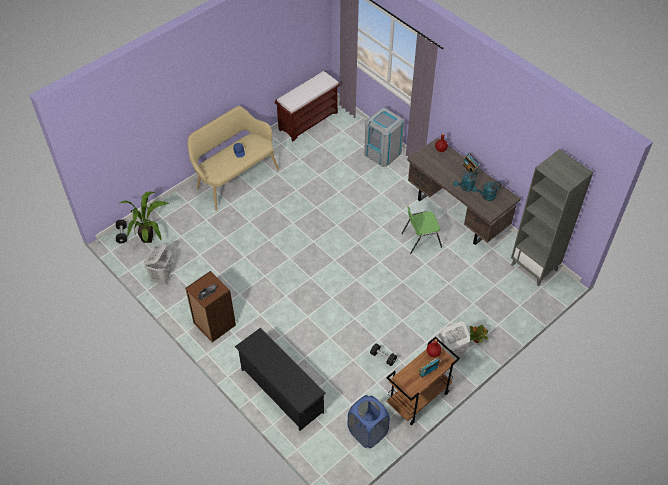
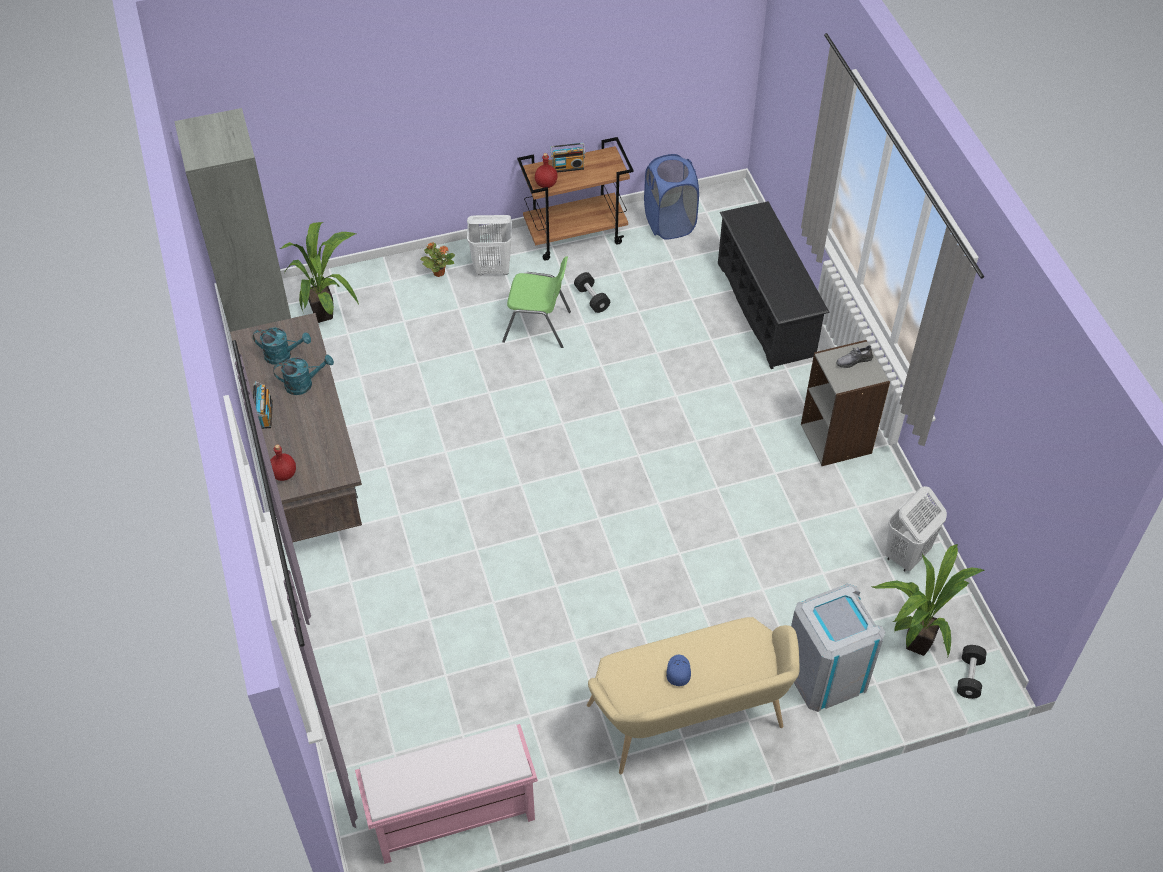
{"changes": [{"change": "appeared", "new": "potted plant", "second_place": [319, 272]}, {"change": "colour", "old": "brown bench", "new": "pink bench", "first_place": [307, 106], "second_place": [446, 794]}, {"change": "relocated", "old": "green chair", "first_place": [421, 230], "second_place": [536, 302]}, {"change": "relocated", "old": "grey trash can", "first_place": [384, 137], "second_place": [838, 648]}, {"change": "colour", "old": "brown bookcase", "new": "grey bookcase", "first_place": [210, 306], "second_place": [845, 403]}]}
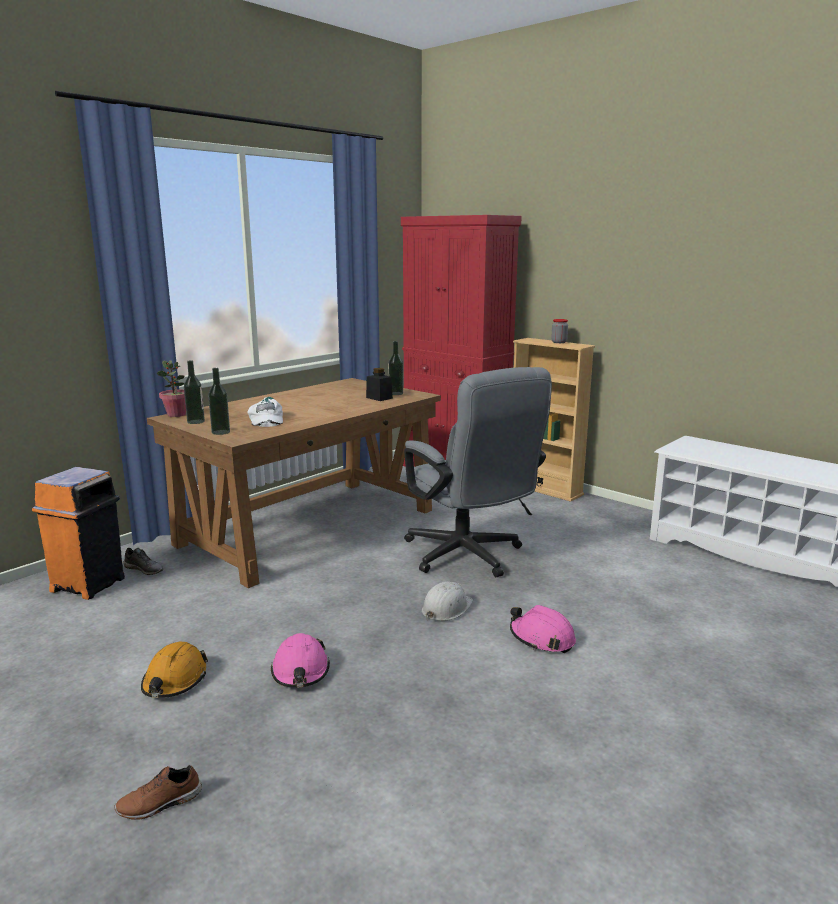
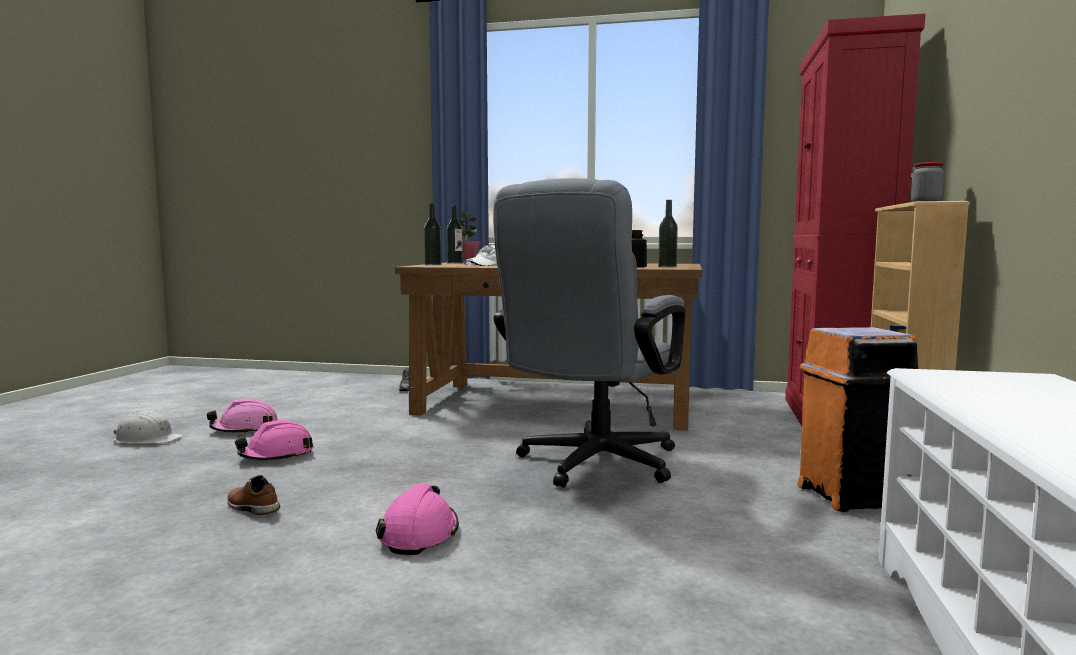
{"changes": [{"change": "relocated", "old": "white hard hat", "first_place": [447, 601], "second_place": [148, 427]}, {"change": "colour", "old": "orange hard hat", "new": "pink hard hat", "first_place": [174, 670], "second_place": [242, 416]}, {"change": "relocated", "old": "brown shoe", "first_place": [158, 792], "second_place": [253, 495]}, {"change": "relocated", "old": "orange trash can", "first_place": [78, 533], "second_place": [857, 419]}]}
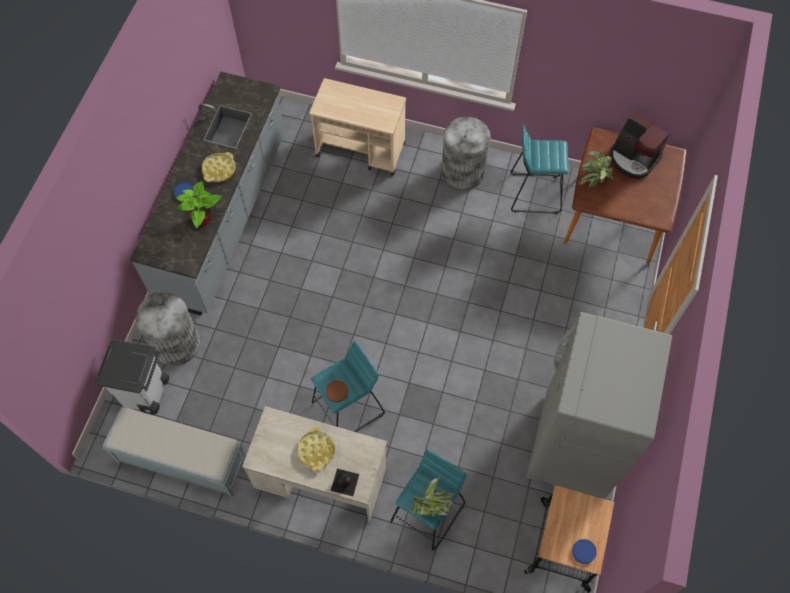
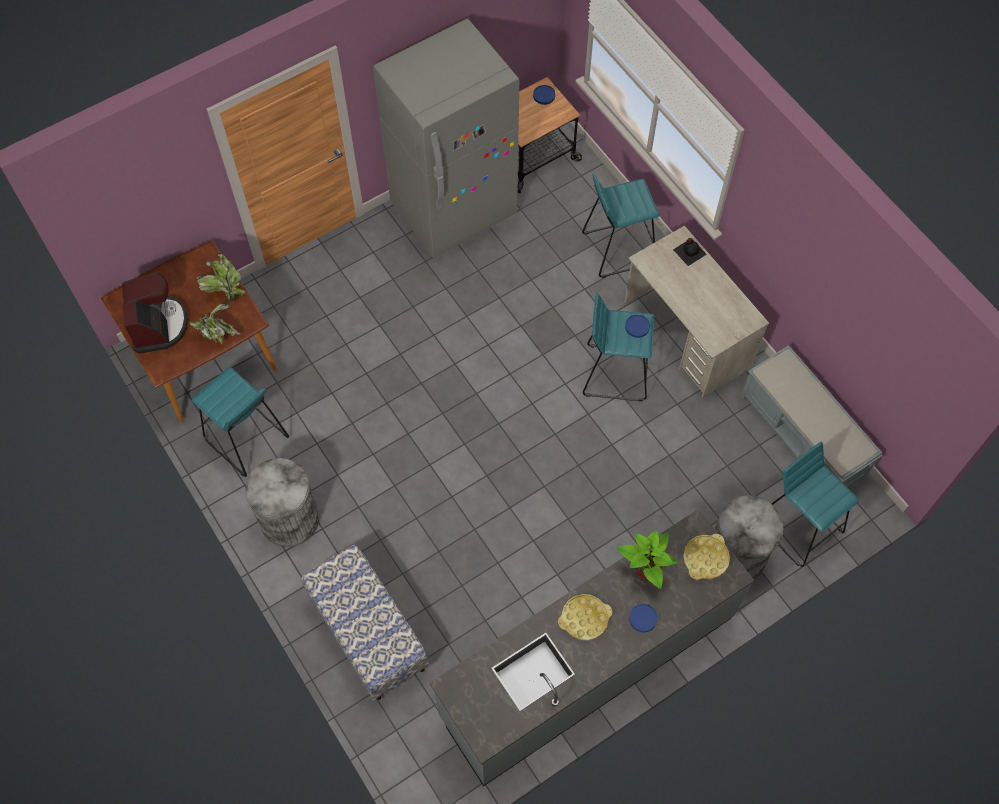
{"changes": [{"change": "relocated", "old": "potted plant", "first_place": [434, 497], "second_place": [221, 278]}, {"change": "exchanged", "old": "beige cart", "new": "bench", "first_place": [357, 126], "second_place": [365, 622]}, {"change": "colour", "old": "brown plate", "new": "blue plate", "first_place": [337, 391], "second_place": [637, 326]}, {"change": "relocated", "old": "yellow tray", "first_place": [316, 449], "second_place": [706, 557]}, {"change": "exchanged", "old": "grey trash can", "new": "turquoise stool", "first_place": [132, 377], "second_place": [815, 504]}]}
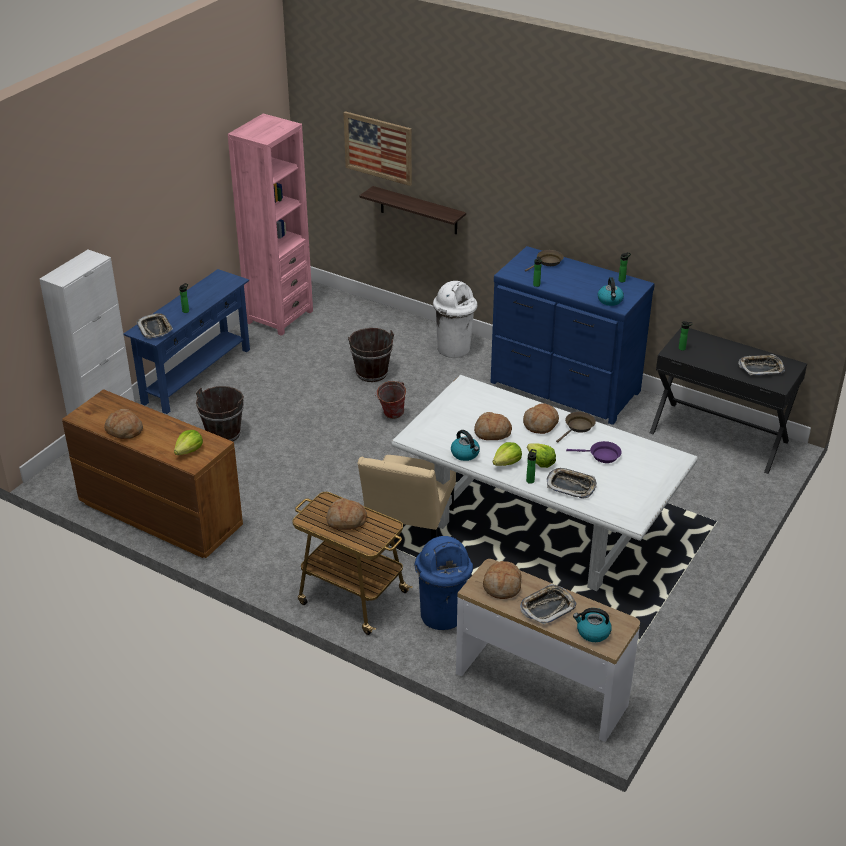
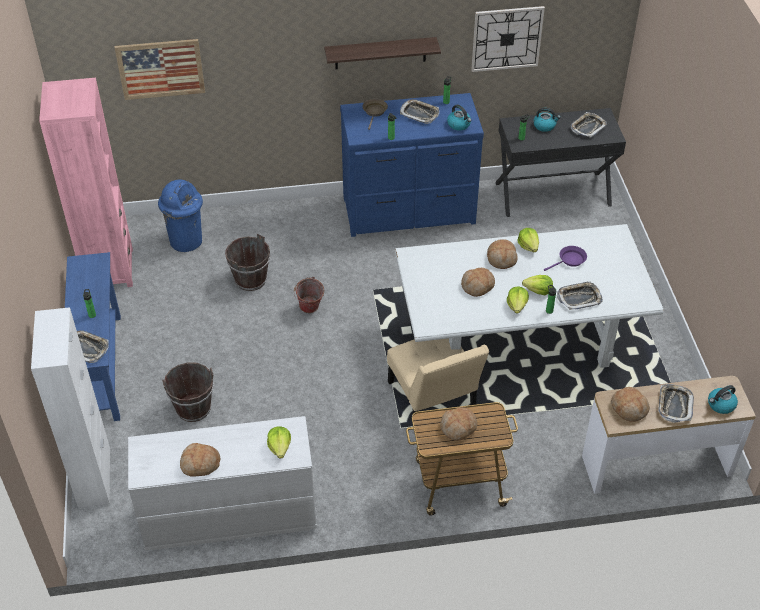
{"changes": [{"change": "colour", "old": "brown dresser", "new": "white dresser", "first_place": [152, 473], "second_place": [222, 483]}, {"change": "relocated", "old": "blue trash can", "first_place": [444, 583], "second_place": [180, 215]}, {"change": "relocated", "old": "shelf", "first_place": [412, 210], "second_place": [382, 53]}, {"change": "appeared", "new": "tray", "second_place": [420, 111]}, {"change": "appeared", "new": "wall clock", "second_place": [508, 39]}, {"change": "exchanged", "old": "brown frying pan", "new": "lettuce", "first_place": [576, 427], "second_place": [528, 240]}, {"change": "relocated", "old": "kettle", "first_place": [465, 445], "second_place": [547, 120]}, {"change": "missing", "old": "white trash can", "first_place": [455, 319]}]}
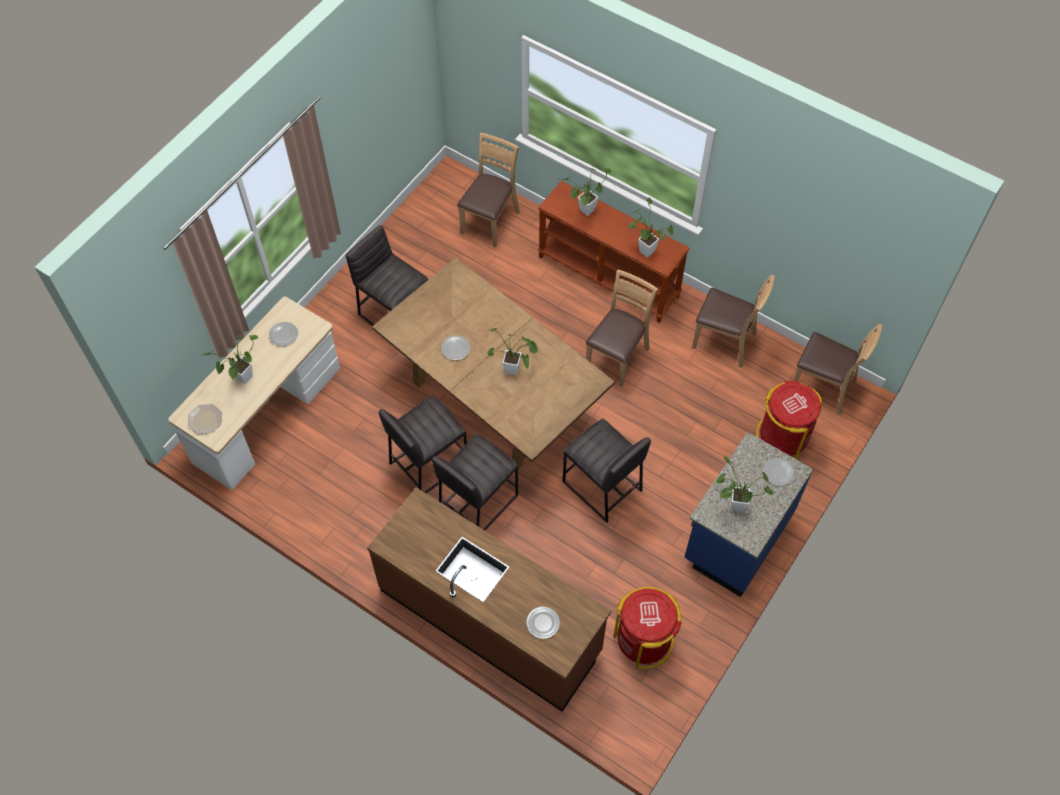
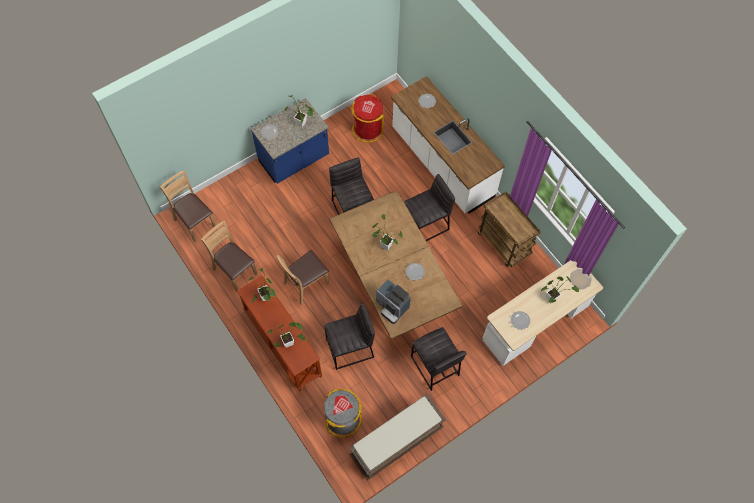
{"changes": [{"change": "relocated", "old": "grey stool", "first_place": [422, 444], "second_place": [349, 336]}, {"change": "exchanged", "old": "brown chair", "new": "grey trash can", "first_place": [488, 190], "second_place": [343, 413]}, {"change": "appeared", "new": "brown bench", "second_place": [397, 437]}, {"change": "appeared", "new": "coffee machine", "second_place": [393, 301]}, {"change": "colour", "old": "brown counter", "new": "white counter", "first_place": [489, 599], "second_place": [448, 145]}, {"change": "appeared", "new": "brown cart", "second_place": [509, 230]}, {"change": "missing", "old": "red trash can", "first_place": [789, 419]}]}
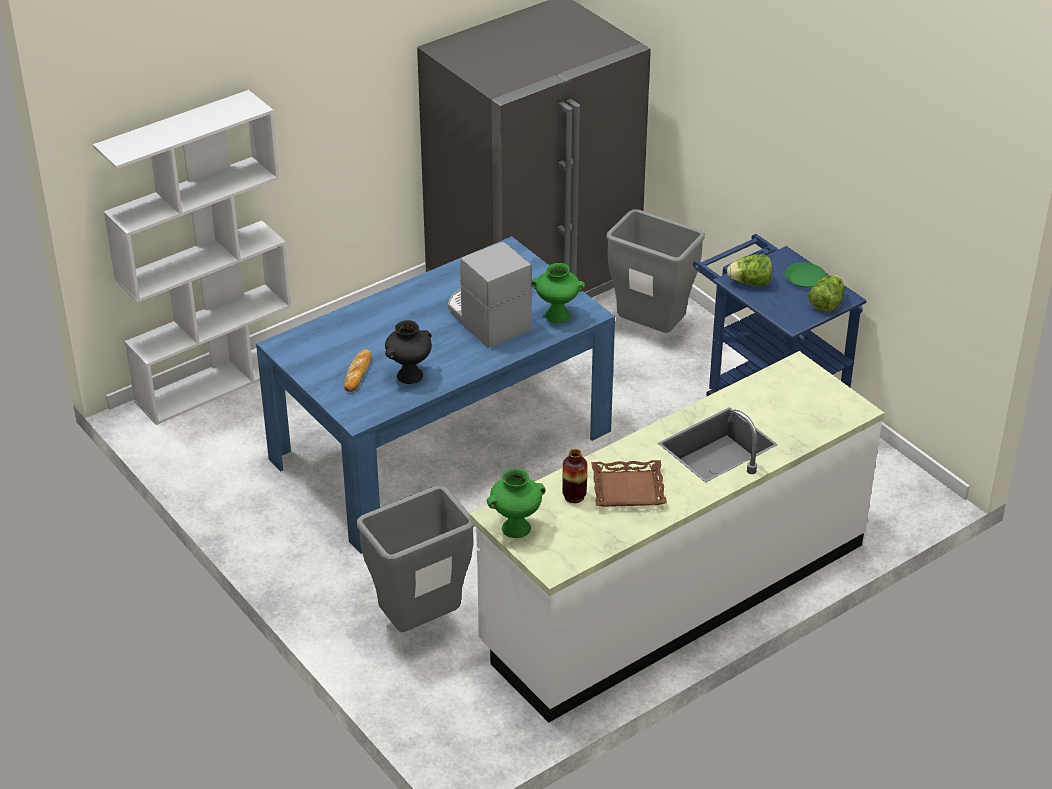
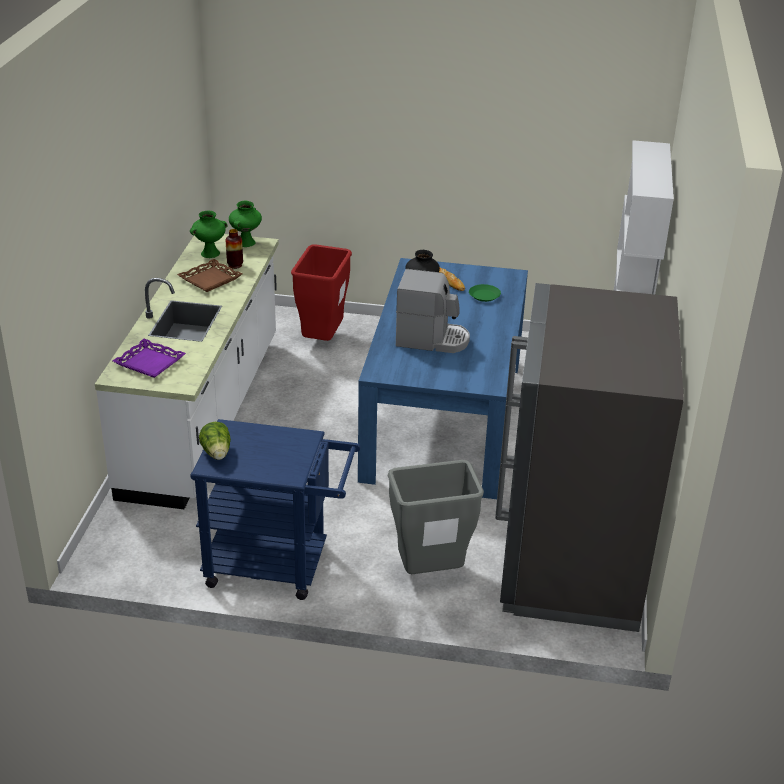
{"changes": [{"change": "appeared", "new": "purple tray", "second_place": [149, 358]}, {"change": "relocated", "old": "green vase", "first_place": [558, 293], "second_place": [209, 234]}, {"change": "colour", "old": "grey trash can", "new": "red trash can", "first_place": [416, 559], "second_place": [321, 292]}, {"change": "relocated", "old": "green plate", "first_place": [805, 275], "second_place": [485, 293]}, {"change": "missing", "old": "lettuce", "first_place": [749, 270]}]}
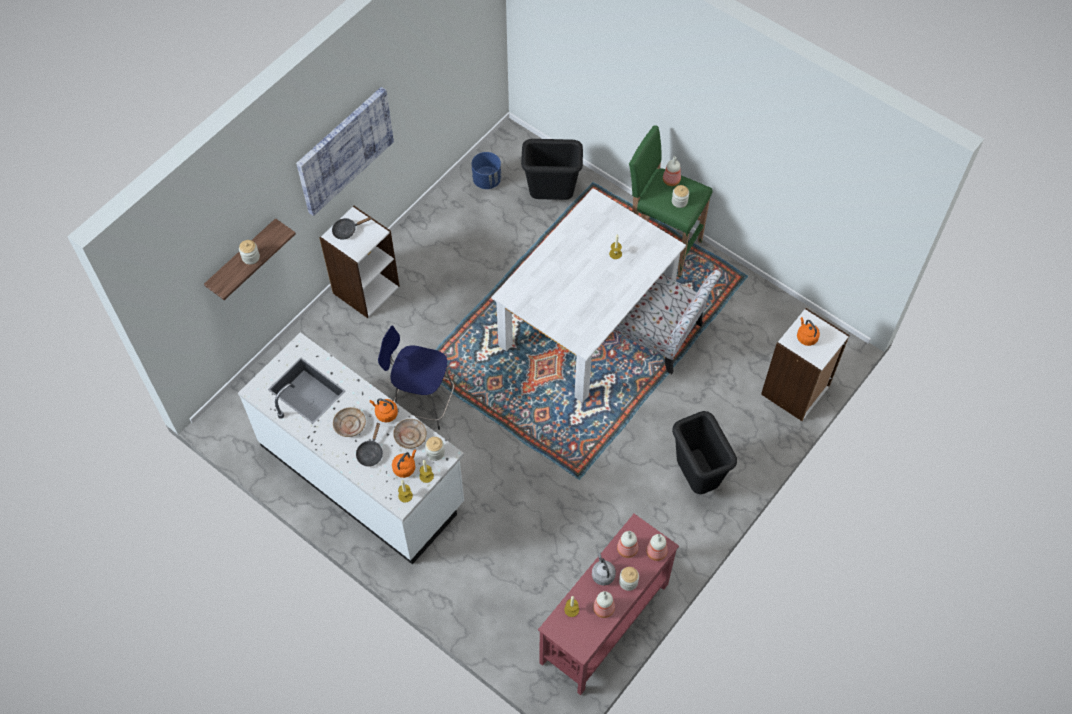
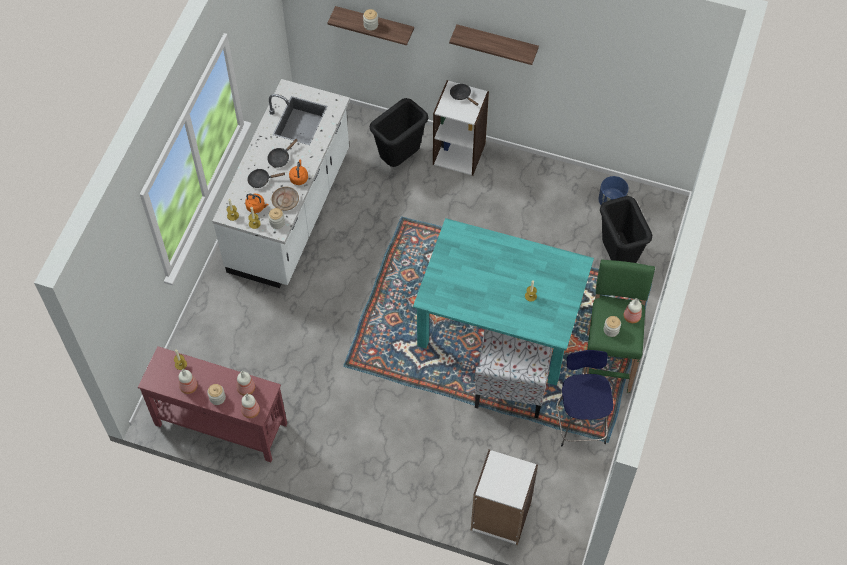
{"changes": [{"change": "exchanged", "old": "beige plate", "new": "black frying pan", "first_place": [349, 422], "second_place": [282, 153]}, {"change": "relocated", "old": "black trash can", "first_place": [704, 452], "second_place": [399, 132]}, {"change": "colour", "old": "white dining table", "new": "turquoise dining table", "first_place": [588, 295], "second_place": [503, 302]}, {"change": "exchanged", "old": "picture", "new": "shelf", "first_place": [345, 151], "second_place": [494, 45]}, {"change": "relocated", "old": "blue stool", "first_place": [416, 377], "second_place": [585, 398]}, {"change": "missing", "old": "grey kettle", "first_place": [604, 569]}, {"change": "missing", "old": "orange kettle", "first_place": [808, 331]}]}
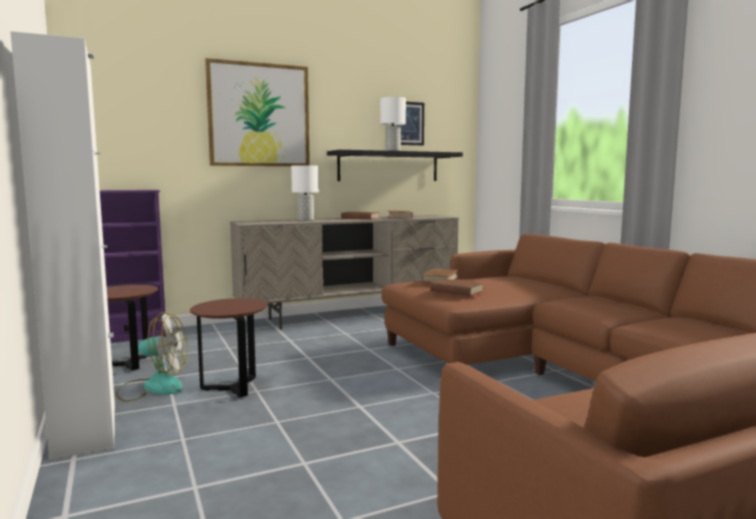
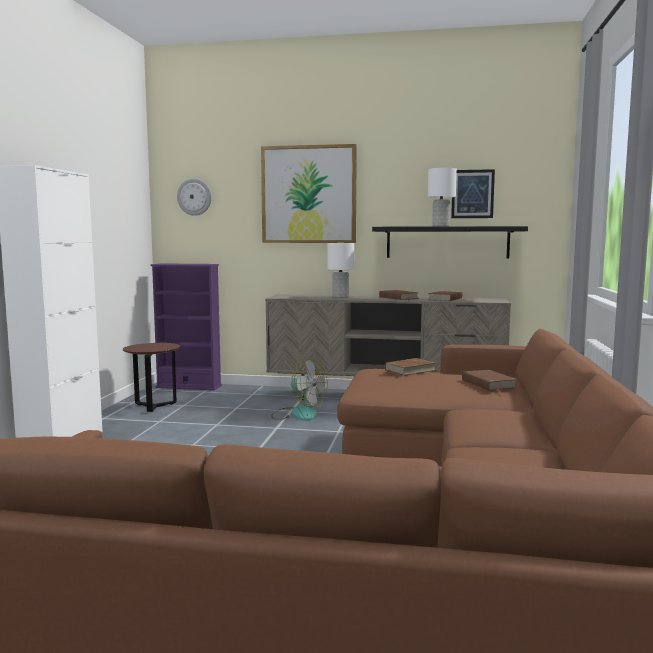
{"changes": [{"change": "appeared", "new": "wall clock", "second_place": [194, 197]}, {"change": "relocated", "old": "fan", "first_place": [152, 357], "second_place": [299, 390]}, {"change": "relocated", "old": "brown book", "first_place": [457, 287], "second_place": [489, 381]}, {"change": "missing", "old": "brown side table", "first_place": [229, 348]}]}
